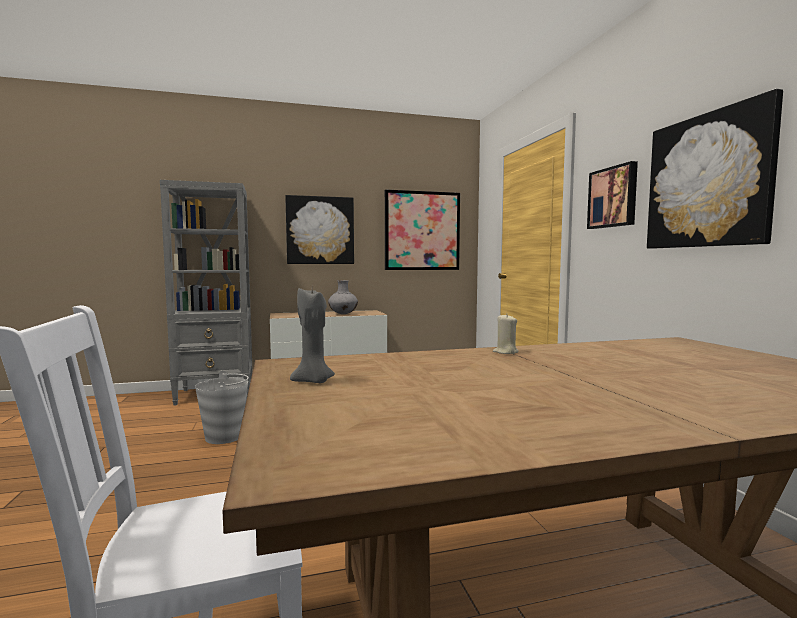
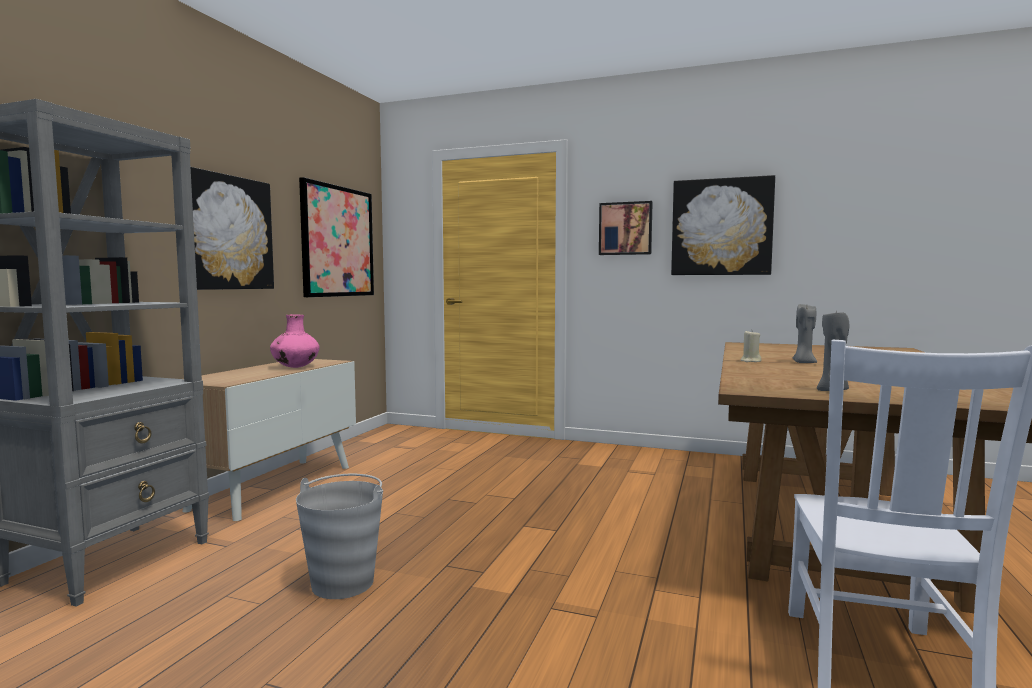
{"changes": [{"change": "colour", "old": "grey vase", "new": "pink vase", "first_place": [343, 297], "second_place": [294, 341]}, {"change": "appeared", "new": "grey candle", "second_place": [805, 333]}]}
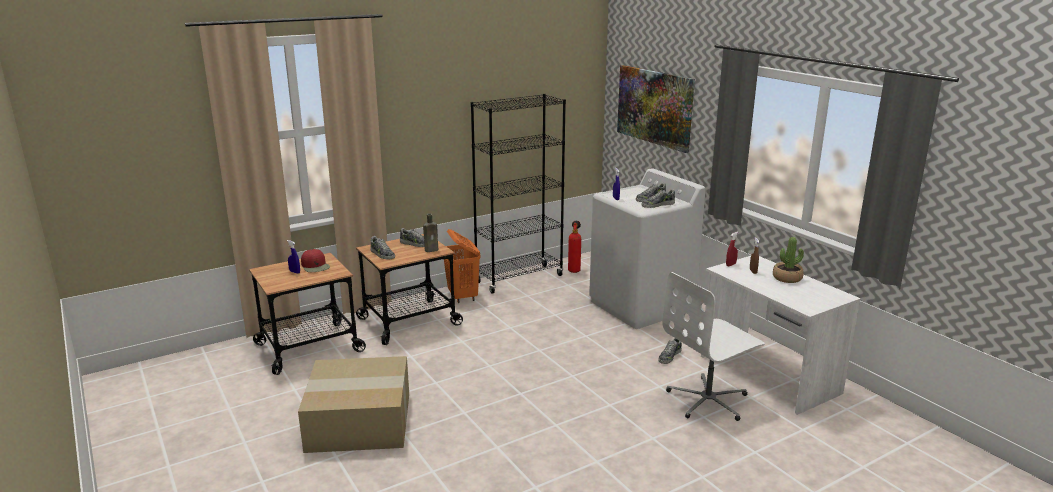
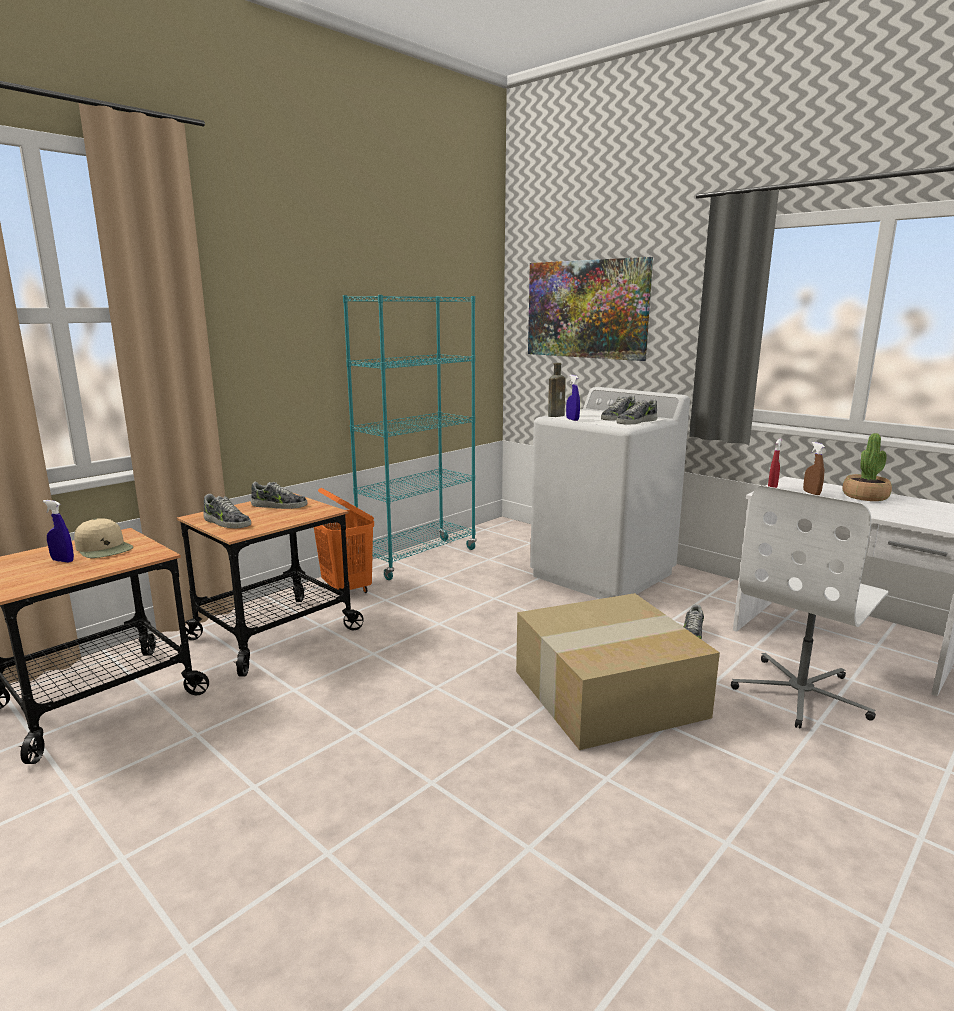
{"changes": [{"change": "colour", "old": "red cap", "new": "beige cap", "first_place": [315, 260], "second_place": [103, 538]}, {"change": "colour", "old": "black bookcase", "new": "turquoise bookcase", "first_place": [518, 194], "second_place": [409, 437]}, {"change": "relocated", "old": "cardboard box", "first_place": [353, 404], "second_place": [618, 671]}, {"change": "relocated", "old": "brown bottle", "first_place": [430, 232], "second_place": [557, 390]}, {"change": "missing", "old": "fire extinguisher", "first_place": [574, 247]}]}
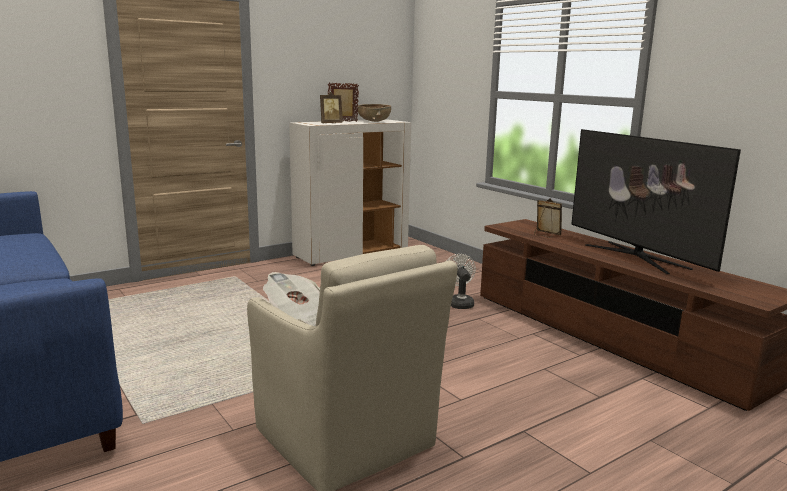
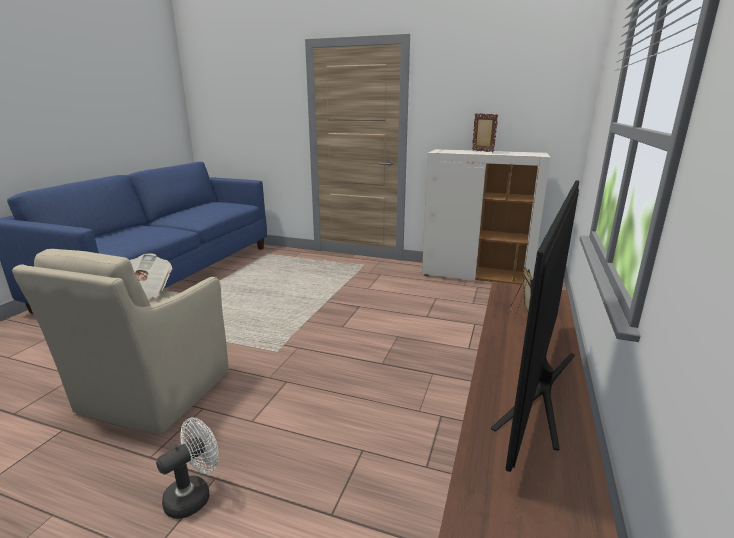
{"changes": [{"change": "relocated", "old": "white fan", "first_place": [461, 281], "second_place": [187, 468]}, {"change": "missing", "old": "picture frame", "first_place": [331, 107]}, {"change": "missing", "old": "brown bowl", "first_place": [374, 113]}]}
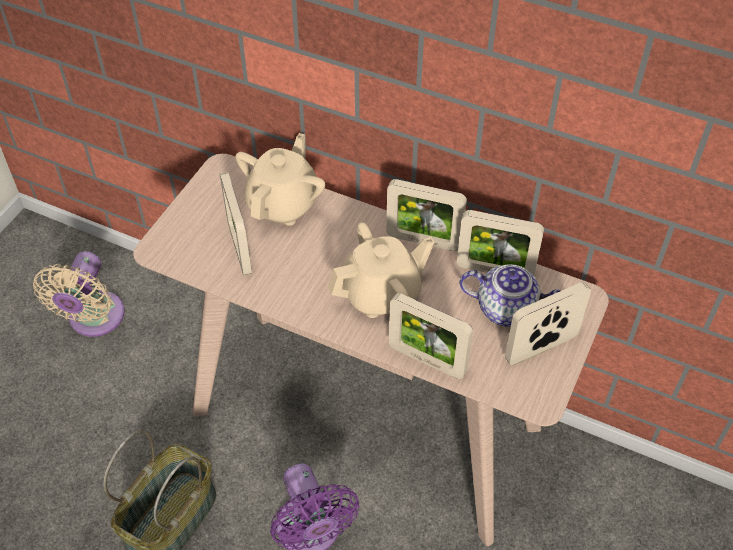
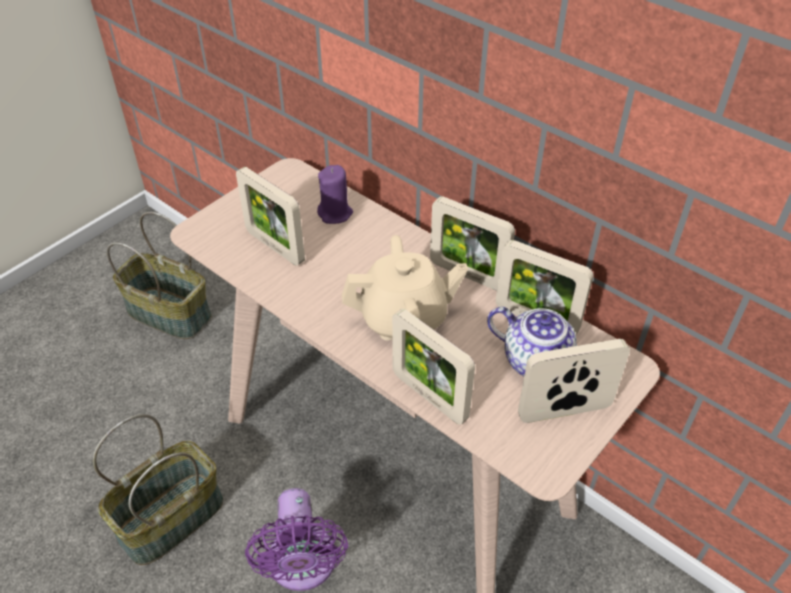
{"changes": [{"change": "exchanged", "old": "beige fan", "new": "basket", "first_place": [79, 294], "second_place": [159, 275]}, {"change": "spun", "old": "picture frame", "first_place": [236, 224], "second_place": [270, 216], "degrees": -45}, {"change": "exchanged", "old": "beige teapot", "new": "purple candle", "first_place": [280, 179], "second_place": [335, 194]}]}
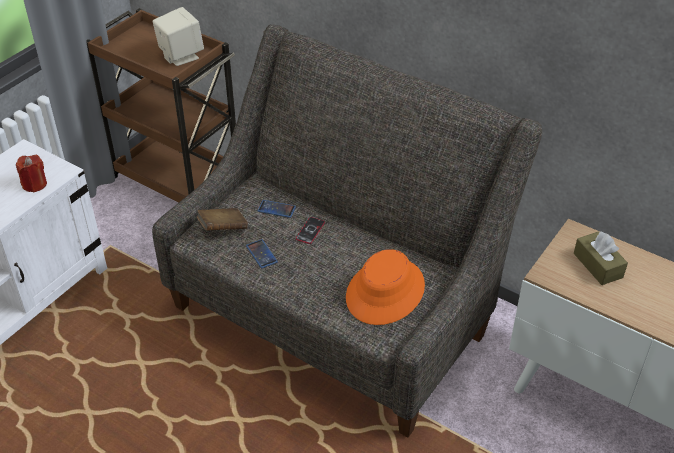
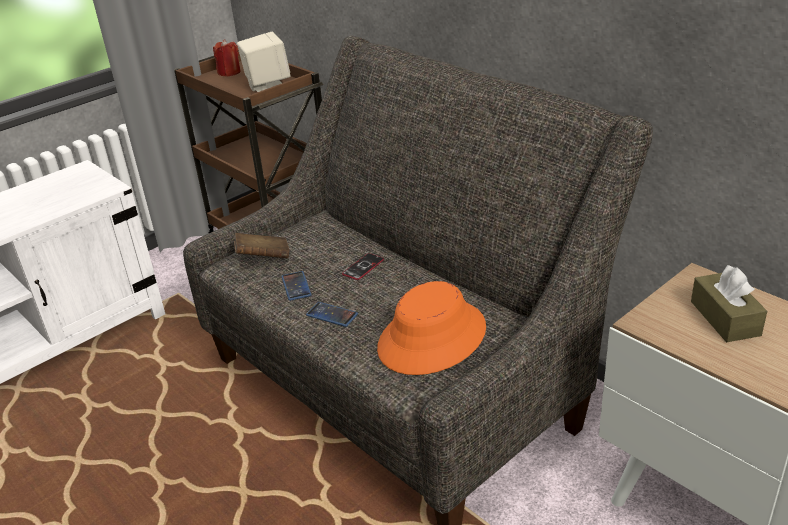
{"changes": [{"change": "relocated", "old": "red candle", "first_place": [31, 173], "second_place": [227, 58]}, {"change": "relocated", "old": "phone", "first_place": [277, 209], "second_place": [332, 314]}]}
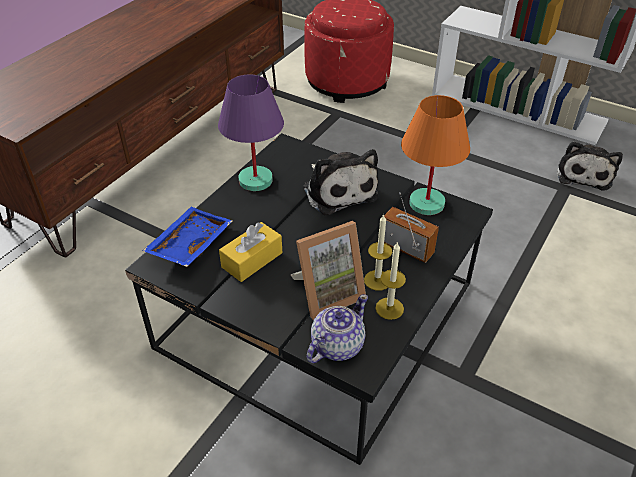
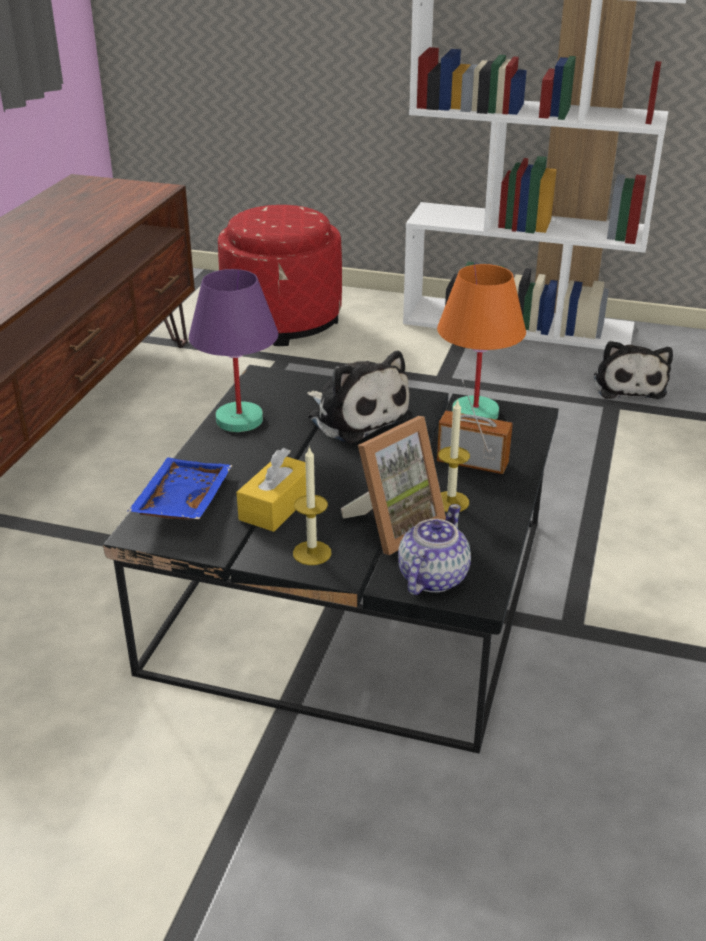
{"changes": [{"change": "relocated", "old": "candle", "first_place": [390, 281], "second_place": [312, 505]}]}
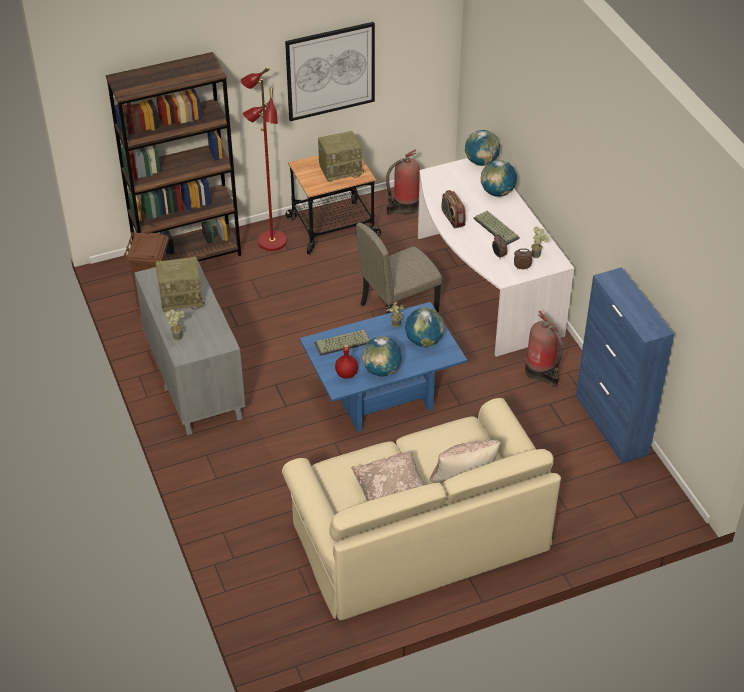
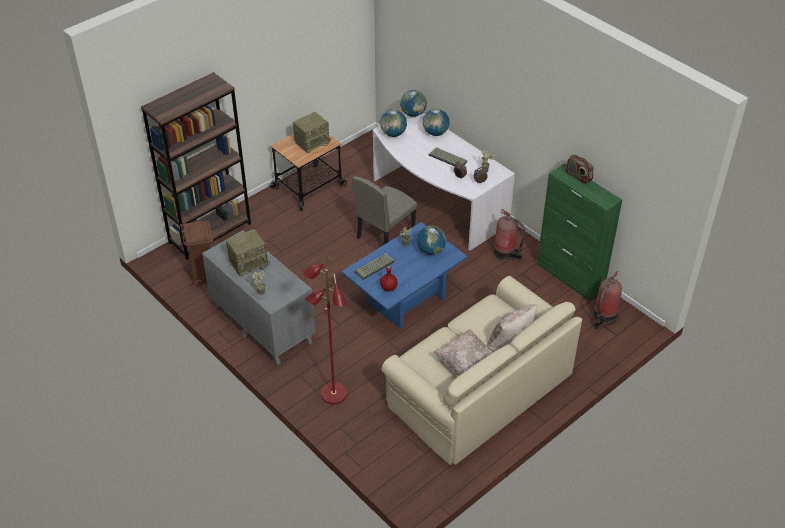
{"changes": [{"change": "relocated", "old": "red floor lamp", "first_place": [264, 159], "second_place": [325, 331]}, {"change": "relocated", "old": "globe", "first_place": [382, 356], "second_place": [393, 123]}, {"change": "colour", "old": "blue cabinet", "new": "green cabinet", "first_place": [625, 365], "second_place": [579, 232]}, {"change": "relocated", "old": "radio", "first_place": [454, 209], "second_place": [579, 169]}, {"change": "relocated", "old": "fire extinguisher", "first_place": [403, 182], "second_place": [608, 300]}, {"change": "missing", "old": "picture", "first_place": [330, 71]}]}
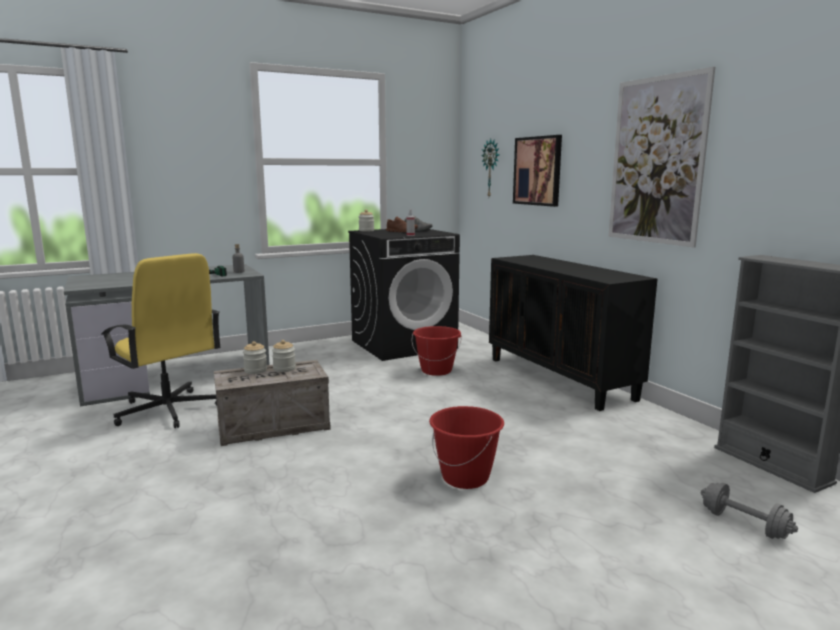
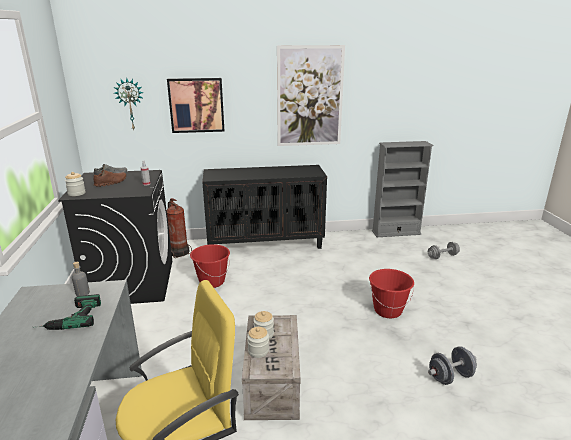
{"changes": [{"change": "appeared", "new": "fire extinguisher", "second_place": [179, 228]}, {"change": "appeared", "new": "grey dumbbell", "second_place": [452, 365]}]}
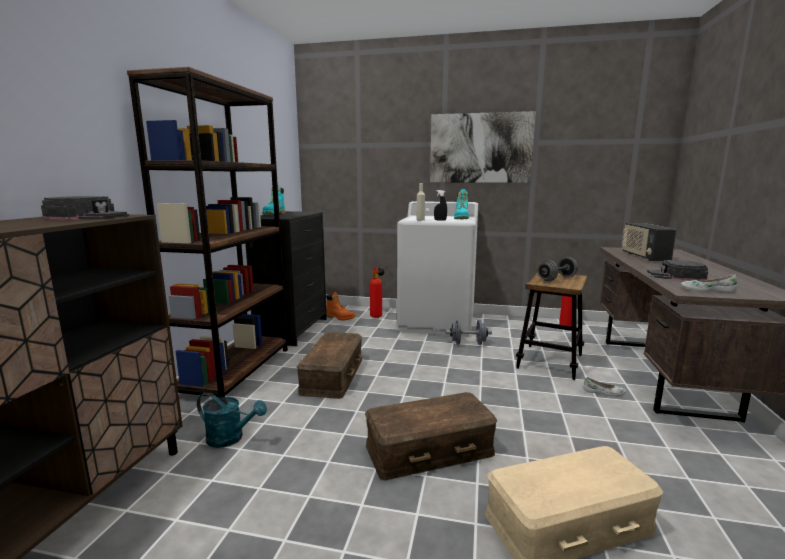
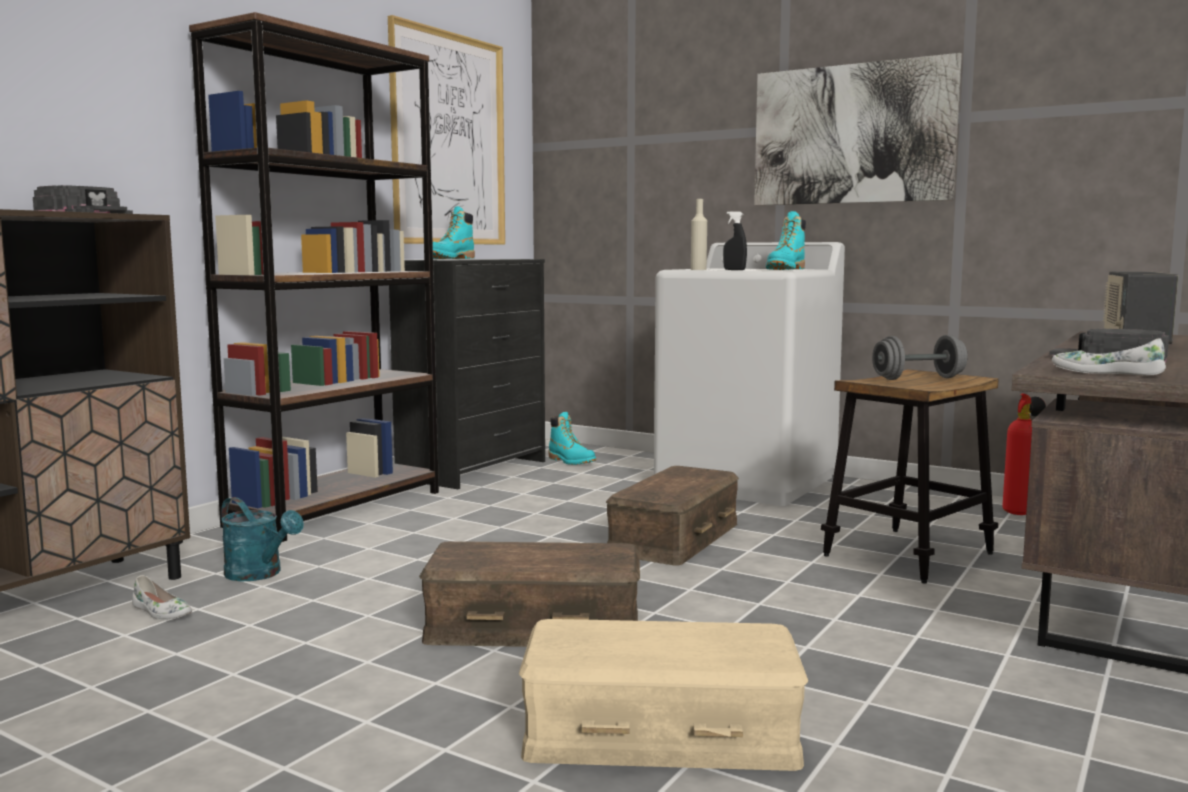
{"changes": [{"change": "relocated", "old": "white shoe", "first_place": [604, 387], "second_place": [162, 597]}, {"change": "appeared", "new": "picture", "second_place": [446, 130]}, {"change": "colour", "old": "orange boot", "new": "turquoise boot", "first_place": [341, 306], "second_place": [572, 438]}, {"change": "relocated", "old": "brown storage box", "first_place": [329, 365], "second_place": [672, 516]}, {"change": "missing", "old": "fire extinguisher", "first_place": [377, 292]}, {"change": "missing", "old": "grey dumbbell", "first_place": [469, 332]}]}
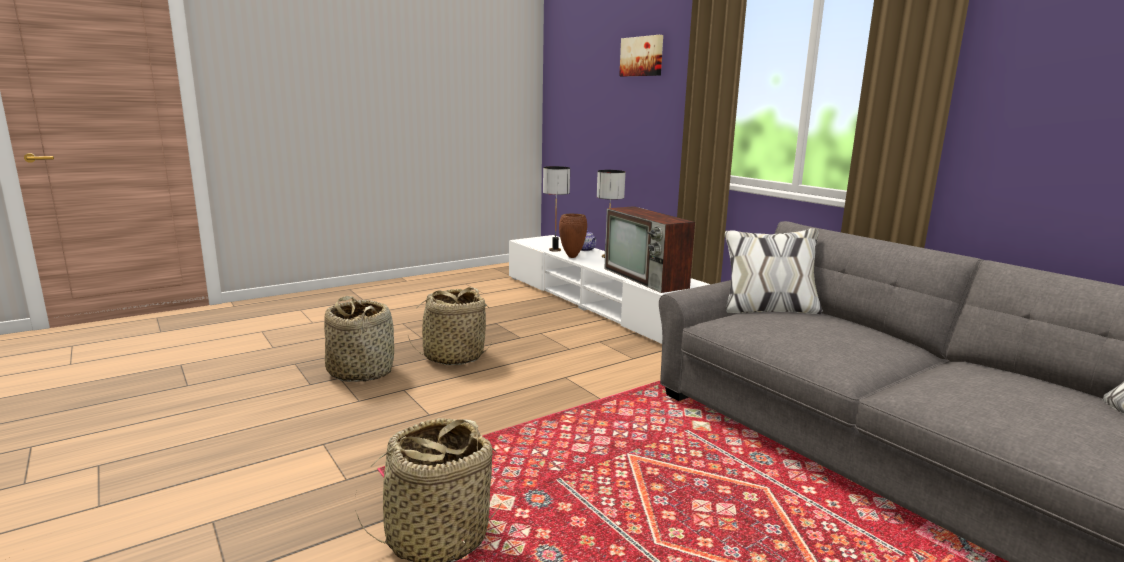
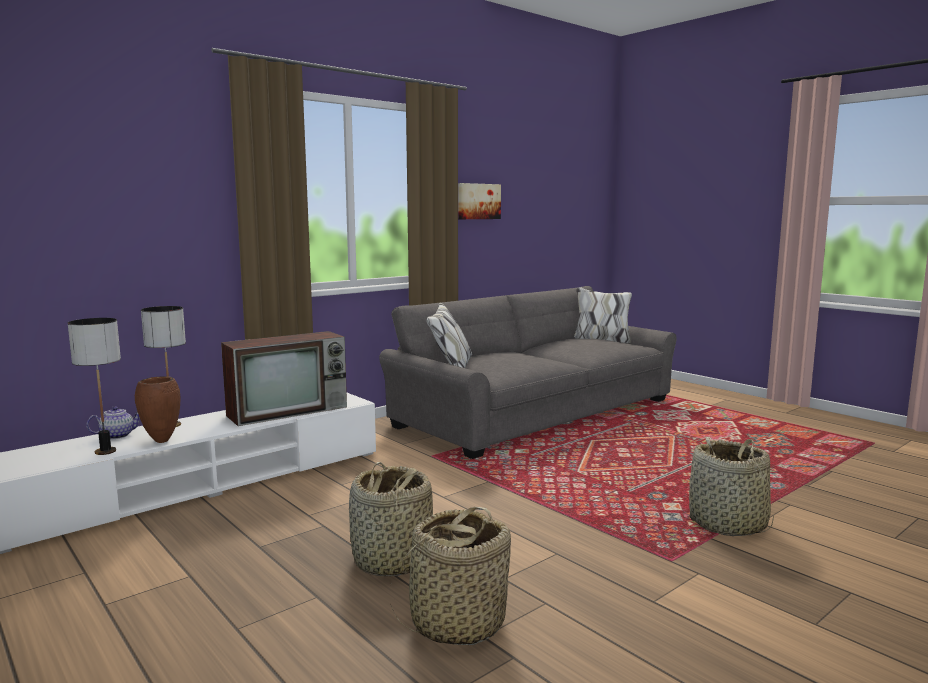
{"changes": [{"change": "relocated", "old": "picture", "first_place": [641, 56], "second_place": [479, 201]}]}
